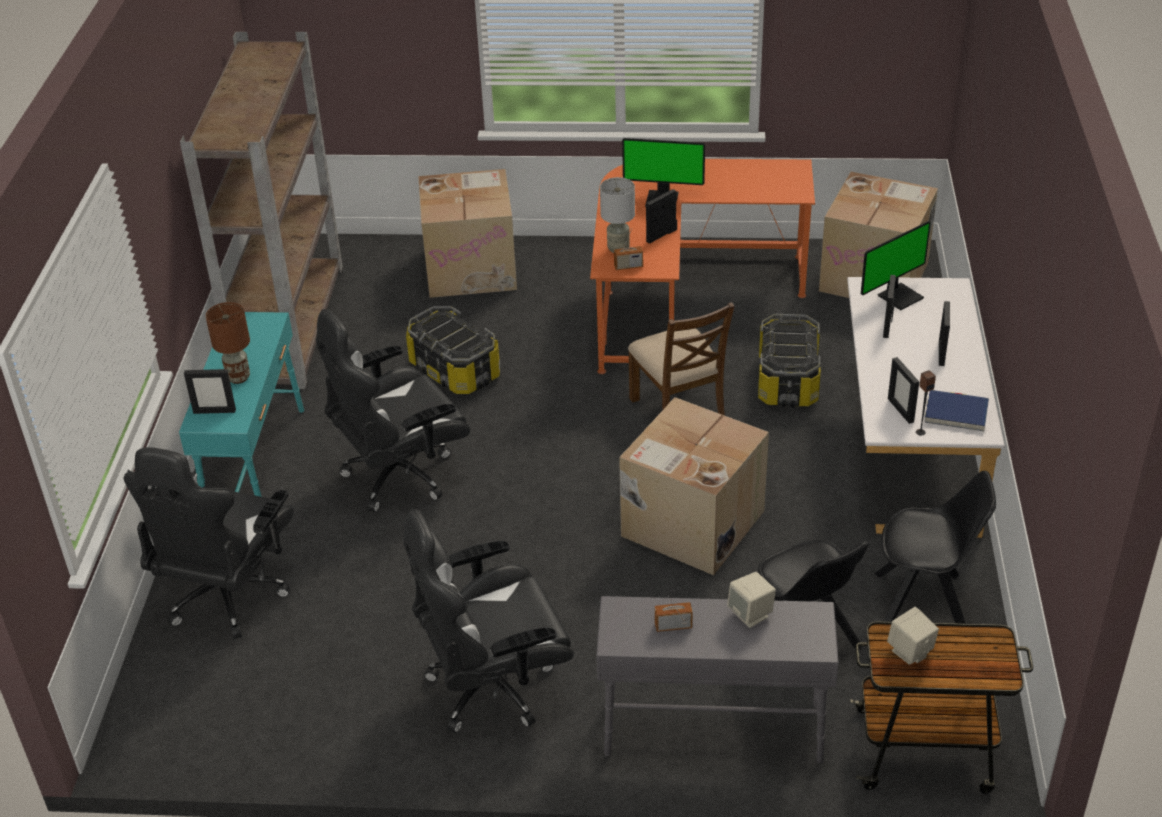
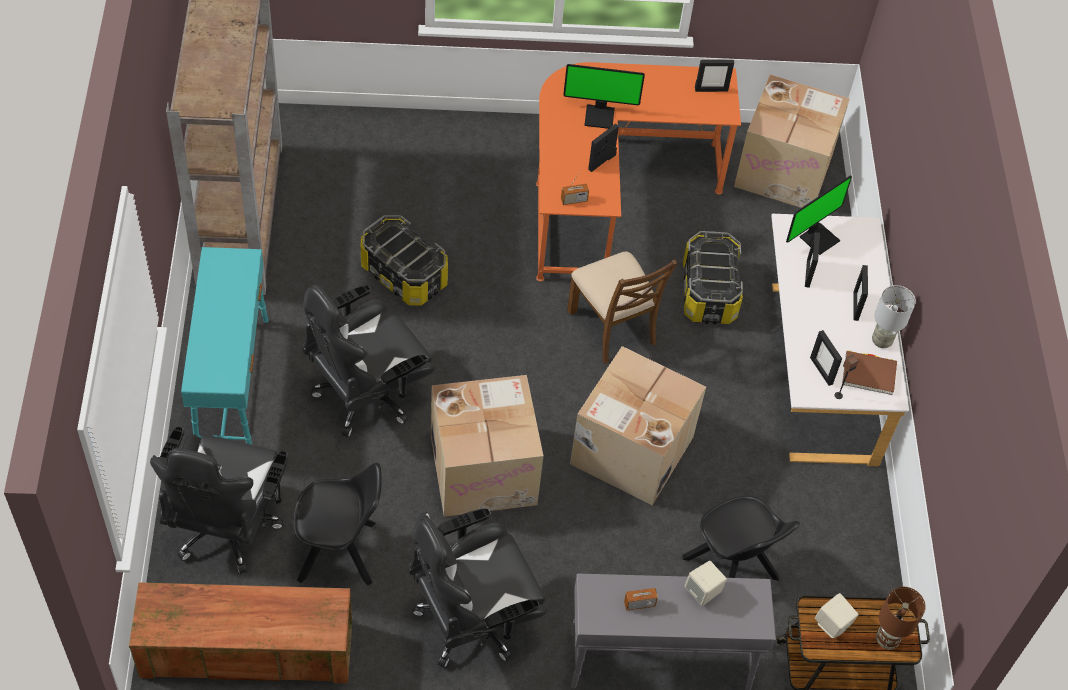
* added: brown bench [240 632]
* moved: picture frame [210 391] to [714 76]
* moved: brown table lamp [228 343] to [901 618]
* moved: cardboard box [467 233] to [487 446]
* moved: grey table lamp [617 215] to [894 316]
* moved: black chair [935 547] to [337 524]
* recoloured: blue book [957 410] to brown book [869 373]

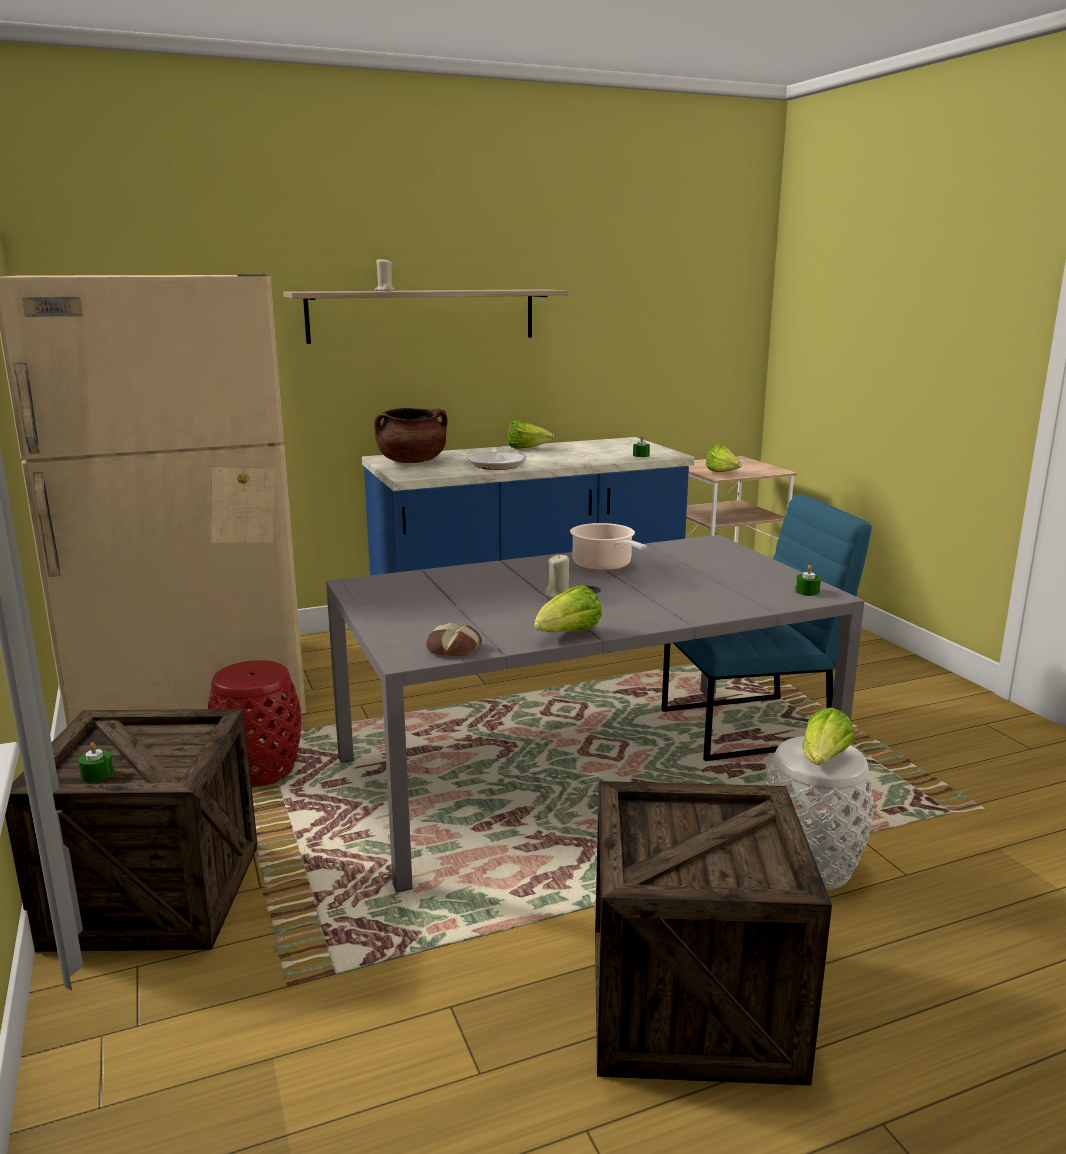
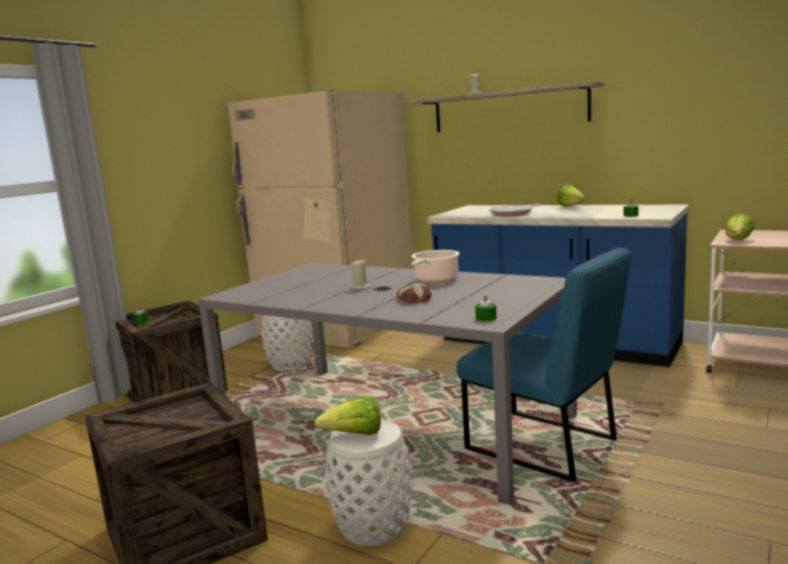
* removed: brown cooking pot [410 435]
* removed: lettuce [568 608]
* moved: bread [454 639] to [413 293]
* recoloured: red stool [254 723] to white stool [287 343]

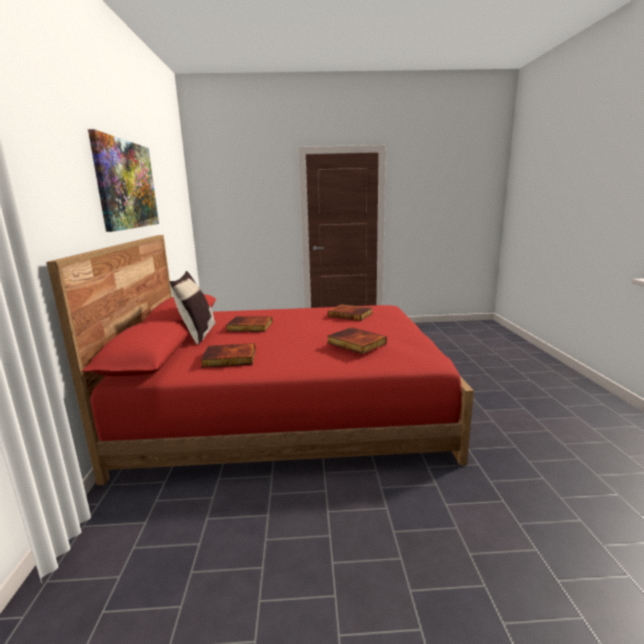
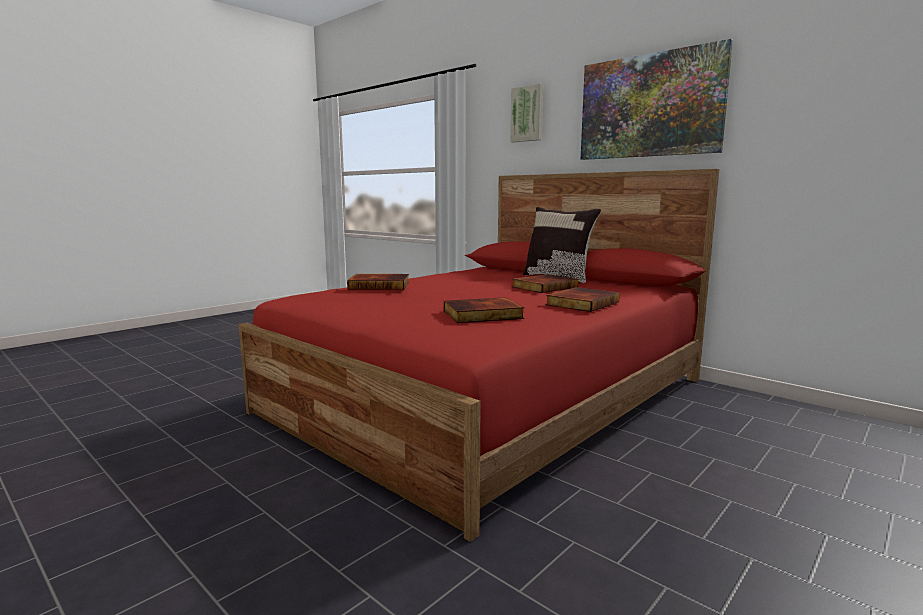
* added: picture [526 113]
* moved: book [228 355] to [583 299]

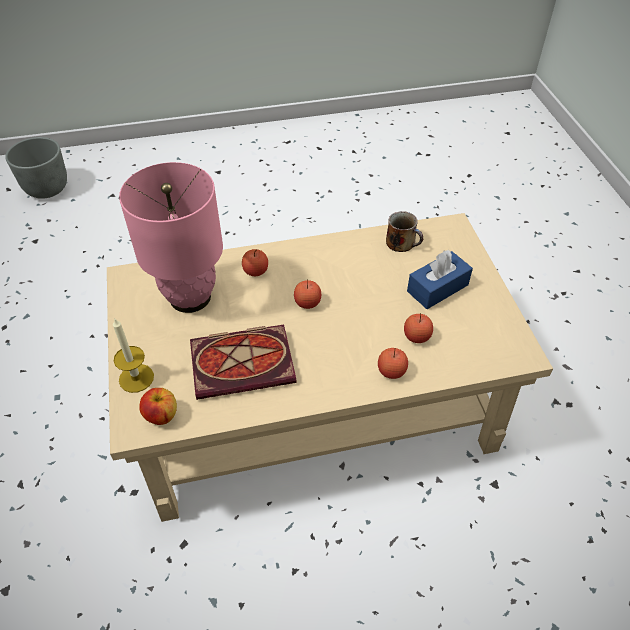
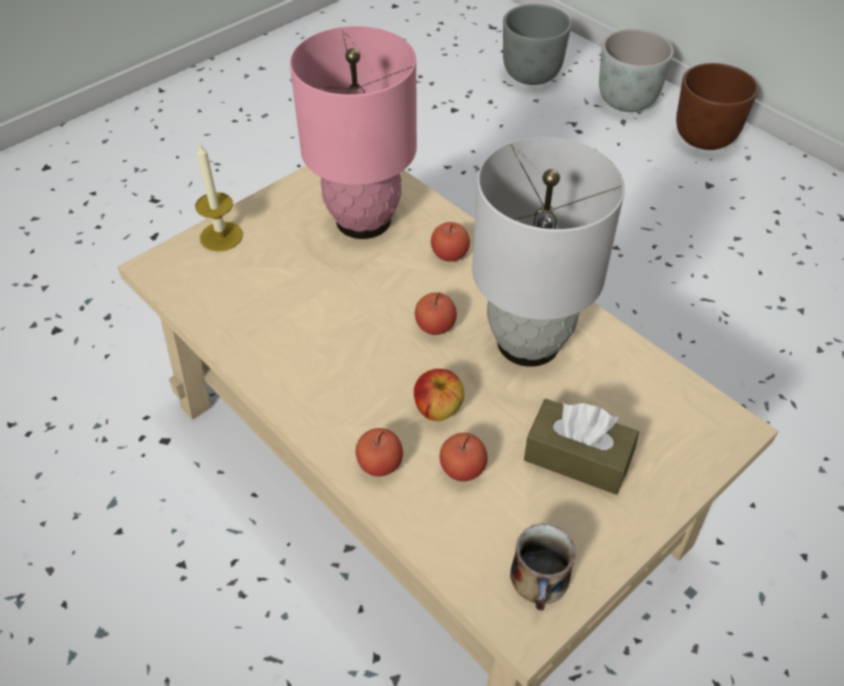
* removed: book [243 362]
* added: white table lamp [548 252]
* added: grey planter [636 70]
* added: brown planter [717 106]
* moved: apple [158 406] to [439 395]
* moved: mug [404 231] to [543 567]
* recoloured: blue tissue box [440 279] to brown tissue box [581 447]

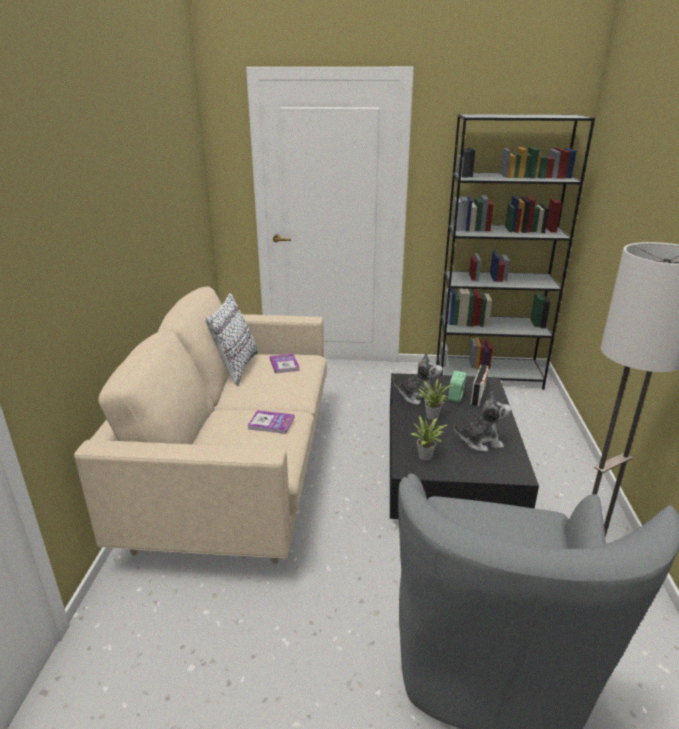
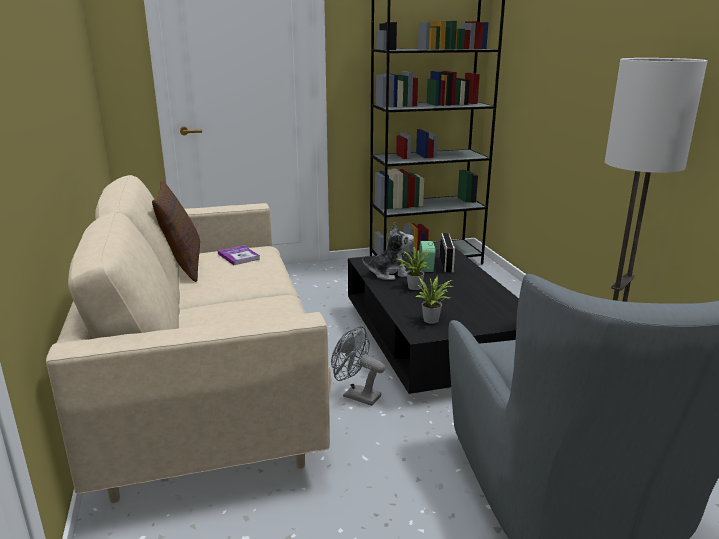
* removed: book [270 422]
* removed: plush toy [482 422]
* added: grey fan [358 366]
* recoloured: white pillow [231 339] to brown pillow [176 231]

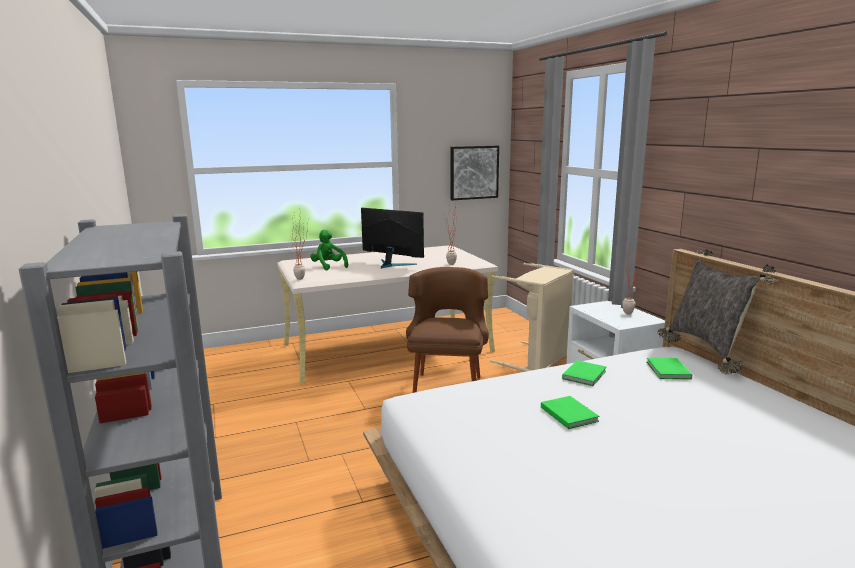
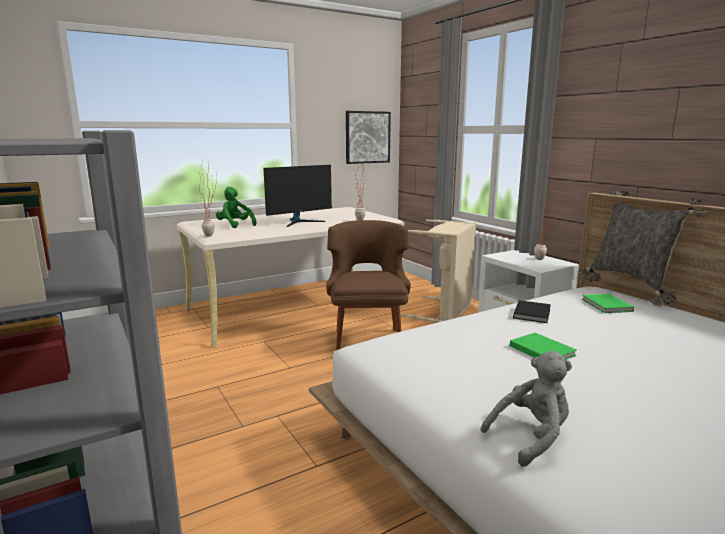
* added: grey plush toy [526 409]
* recoloured: green book [584 373] to black book [532 311]
* turned: monitor [392 238] = [297 196] 120 degrees clockwise

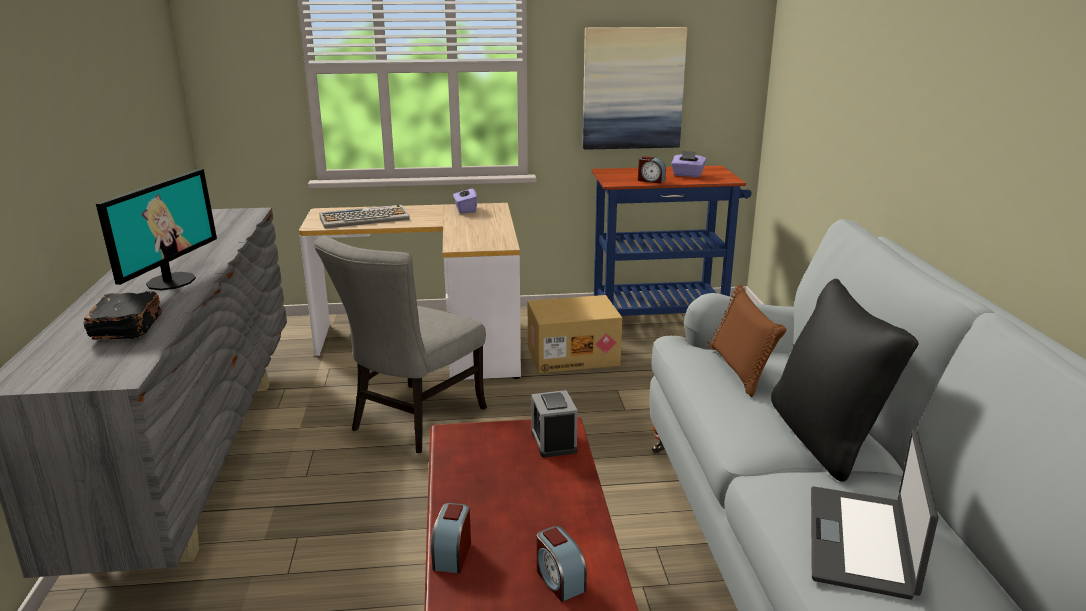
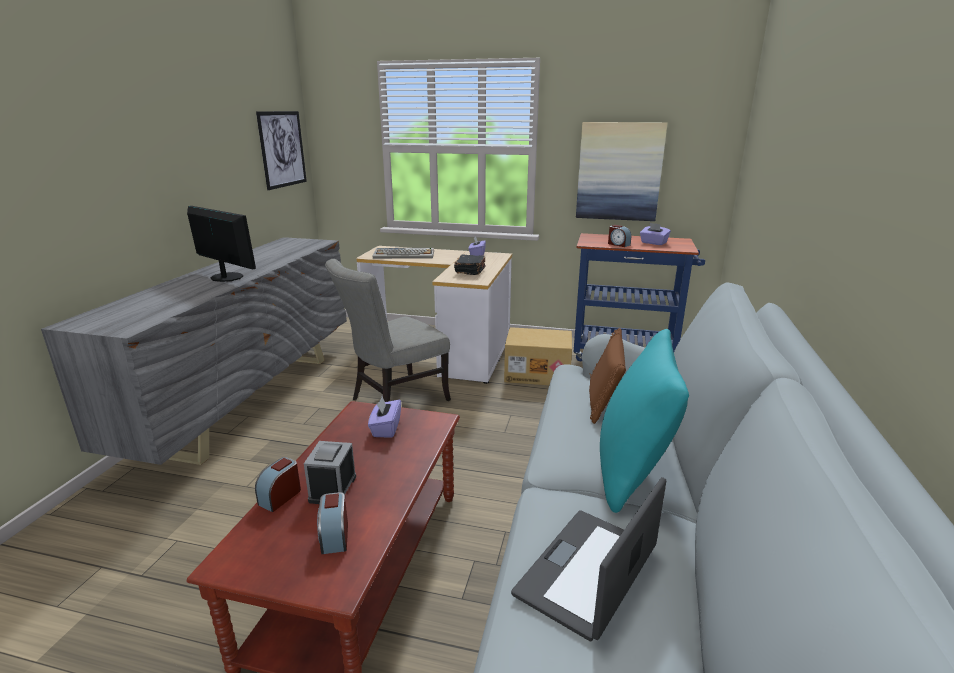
* added: picture [281 150]
* added: purple tissue box [384 417]
* moved: black book [122 315] to [470 264]
* moved: alarm clock [554 423] to [330 472]
* recoloured: black pillow [845 380] to turquoise pillow [644 421]
* turned: monitor [156 229] = [221 244] 90 degrees counterclockwise

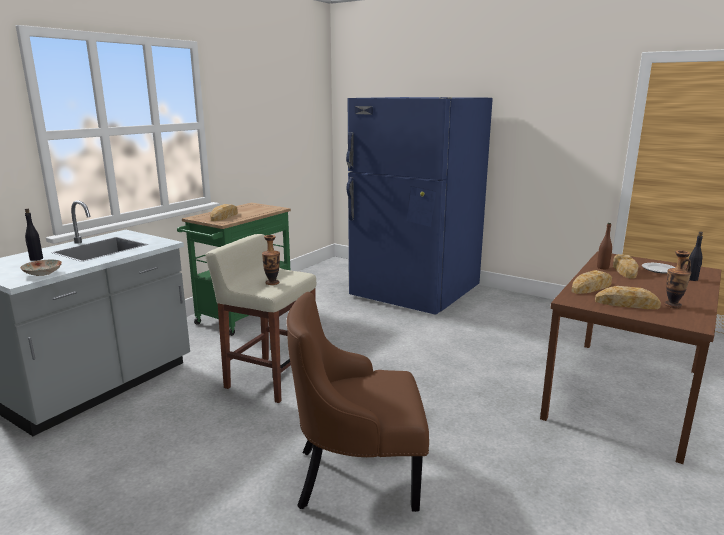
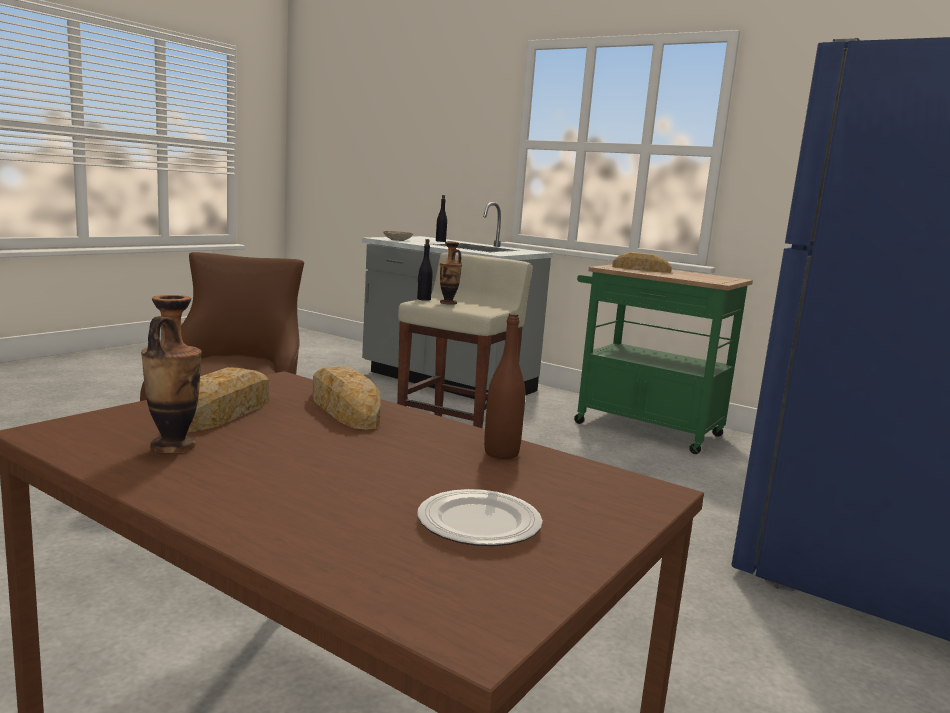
* removed: bread [626 266]
* moved: black bottle [695 256] to [425 270]

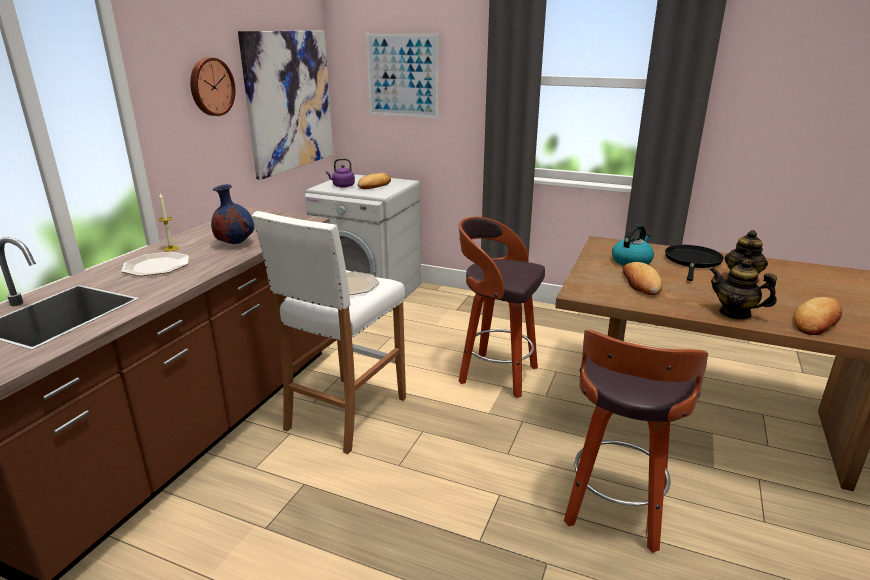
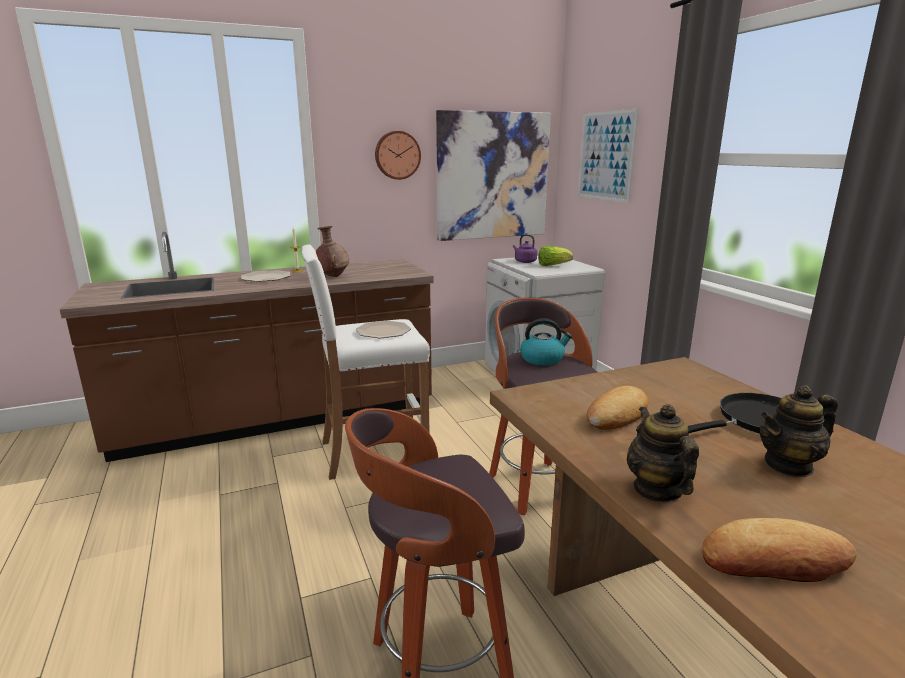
* moved: kettle [633 245] to [546 342]
* replaced: bread [374 181] to lettuce [555 256]
* recoloured: blue vase [232 214] to brown vase [332 251]

